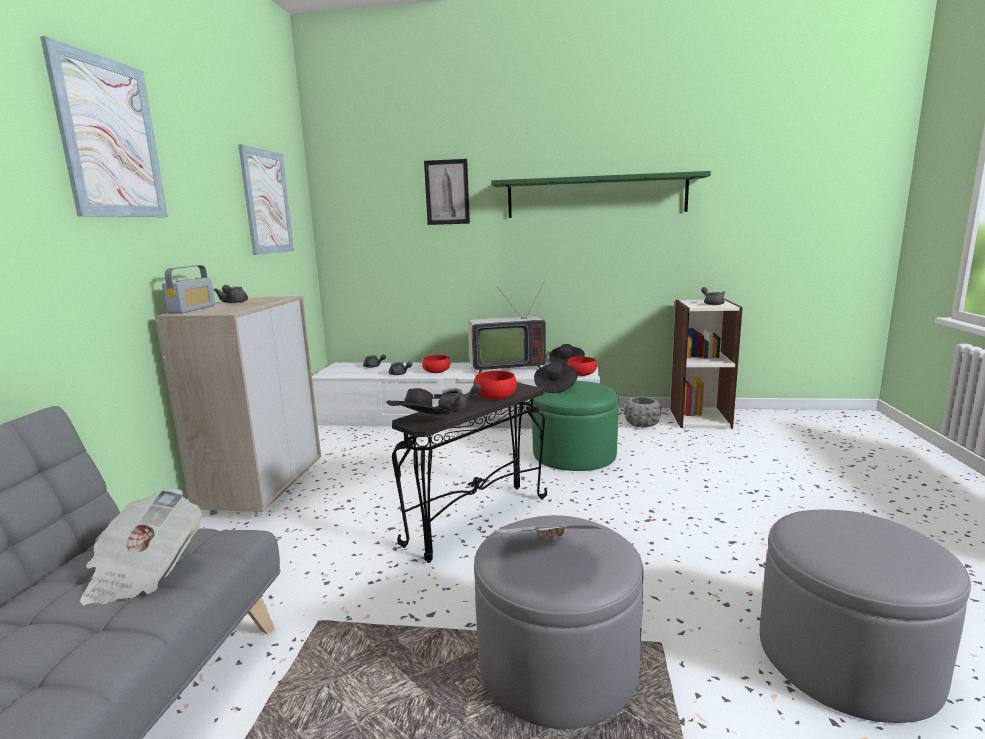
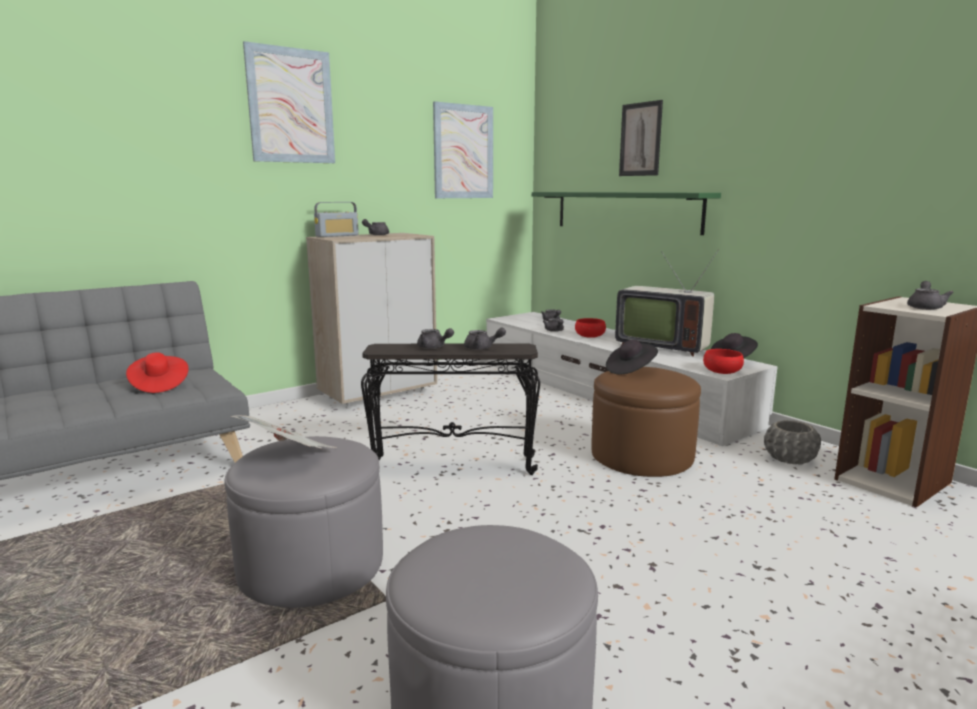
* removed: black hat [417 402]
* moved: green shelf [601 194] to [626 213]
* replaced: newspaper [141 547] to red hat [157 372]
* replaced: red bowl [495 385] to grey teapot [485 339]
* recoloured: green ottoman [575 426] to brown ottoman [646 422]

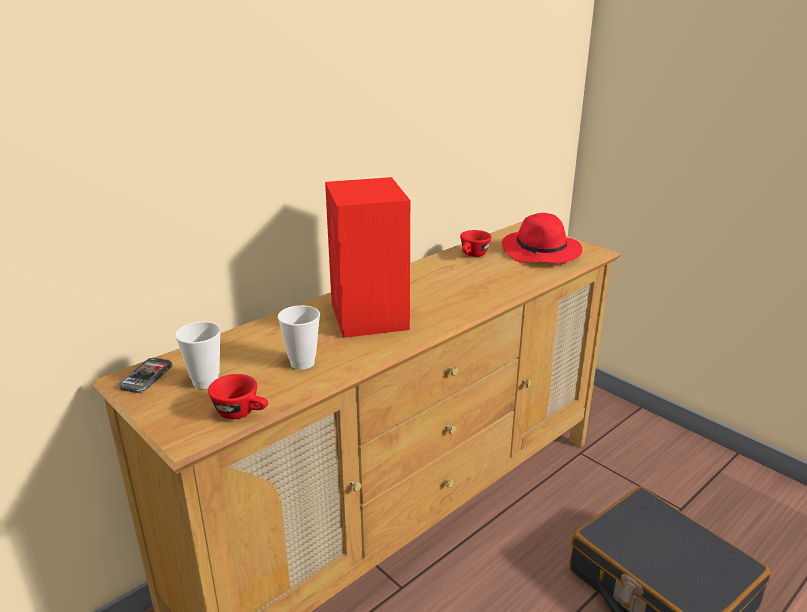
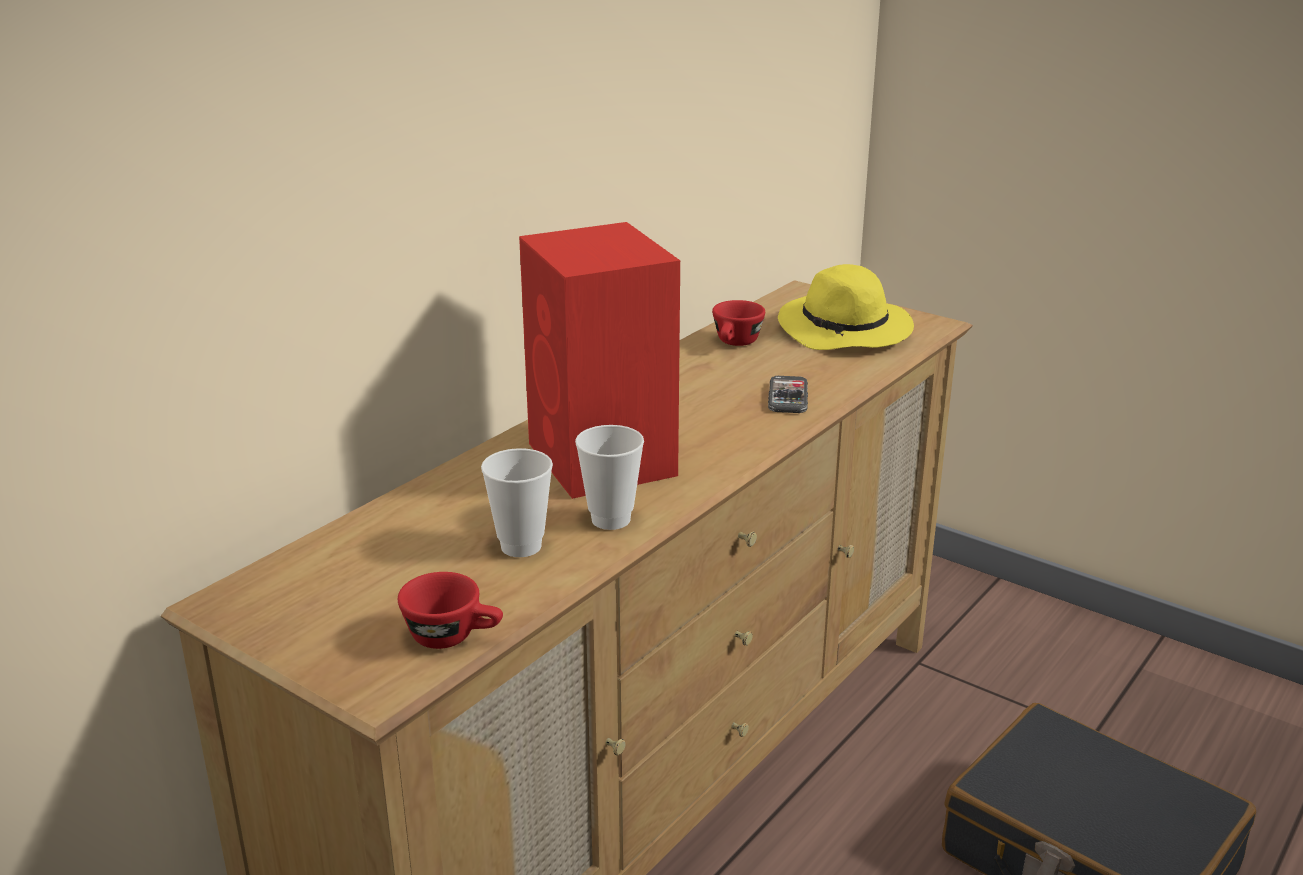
* moved: phone [145 375] to [788 394]
* moved: cup [198 355] to [609 477]
* recoloured: red hat [542 238] to yellow hat [846 307]

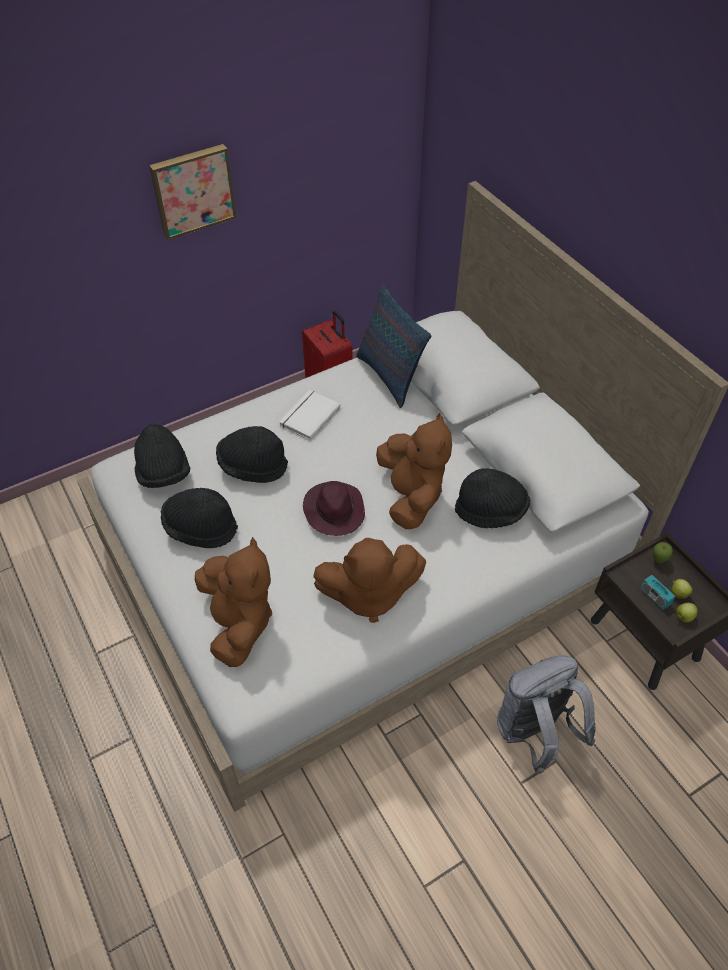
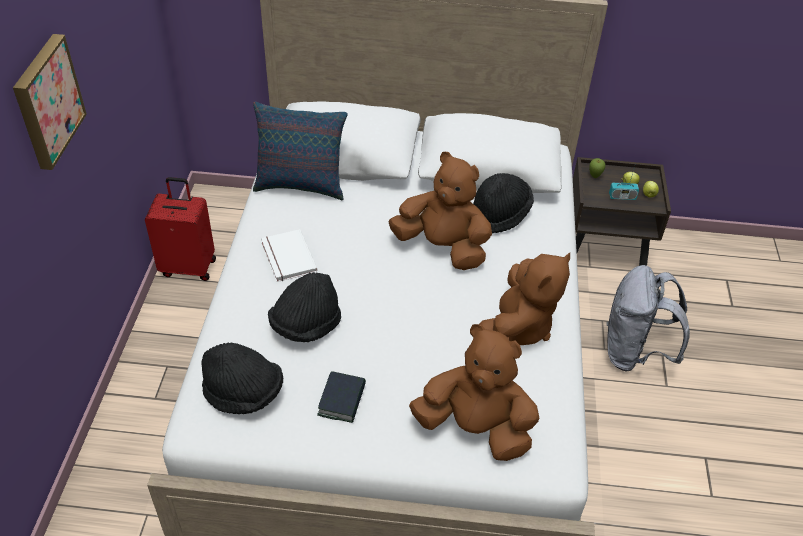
* removed: purple hat [334 508]
* replaced: black hat [199 518] to book [341 397]

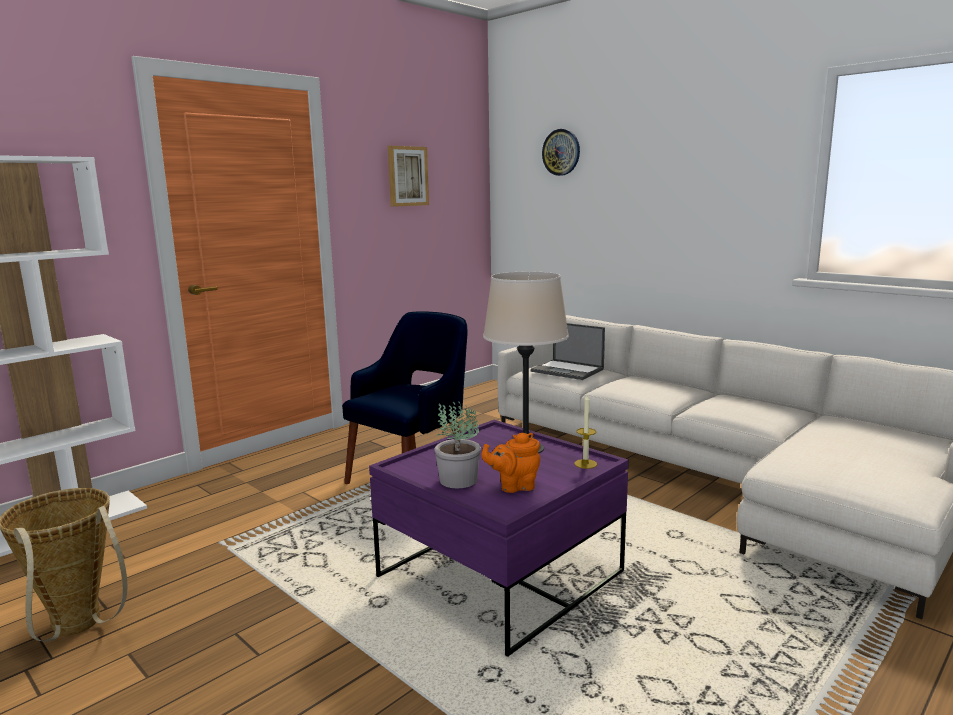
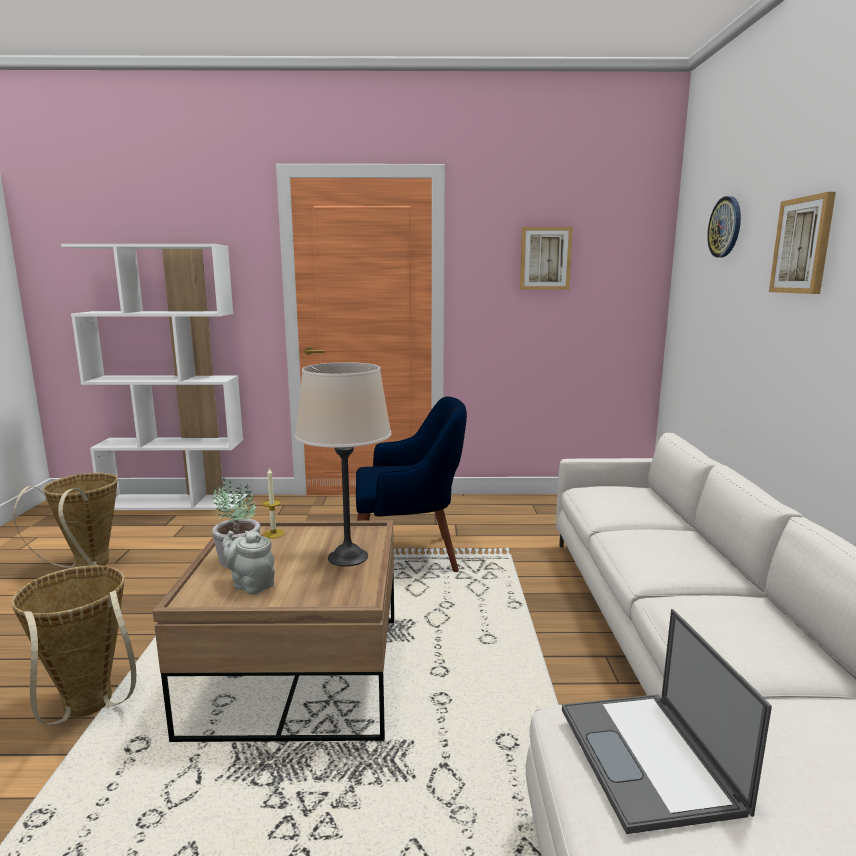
* added: basket [73 645]
* added: picture [802 243]
* moved: laptop [568 351] to [667 721]
* moved: candle [585 432] to [273 503]
* recoloured: purple coffee table [499 538] to brown coffee table [273 631]
* recoloured: orange teapot [511 463] to grey teapot [248 562]

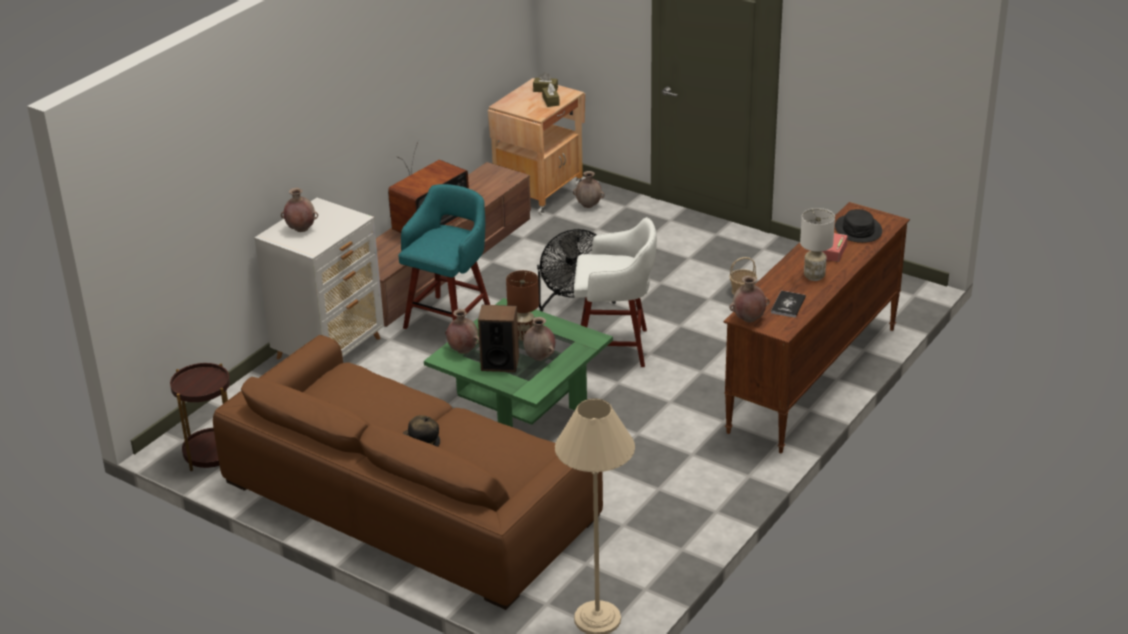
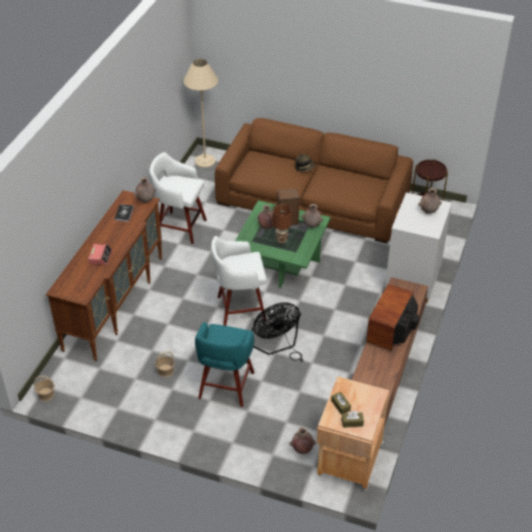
* removed: white table lamp [817 244]
* removed: black hat [858 226]
* added: basket [44 388]
* added: white stool [178 198]
* moved: turquoise stool [444 256] to [224 364]

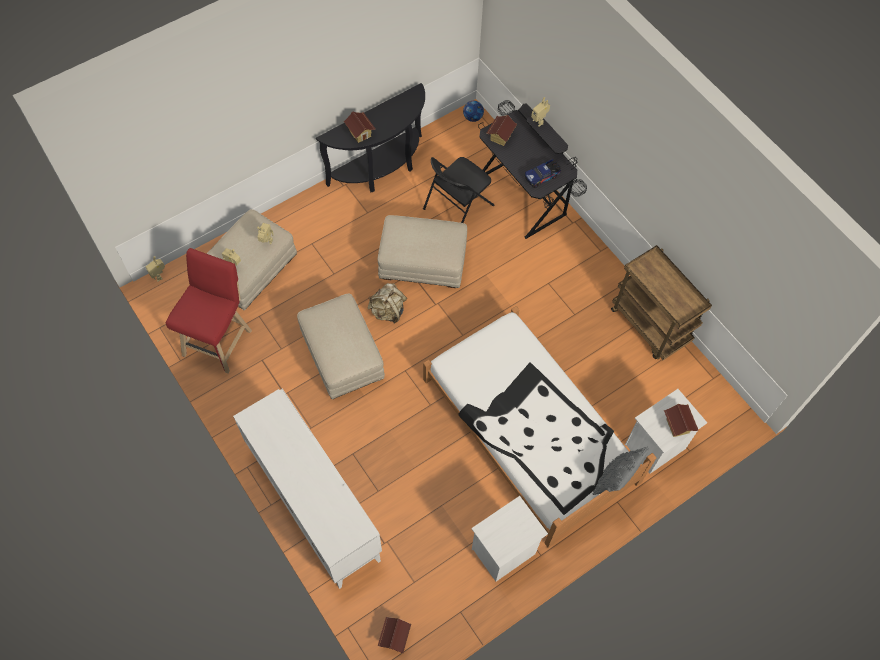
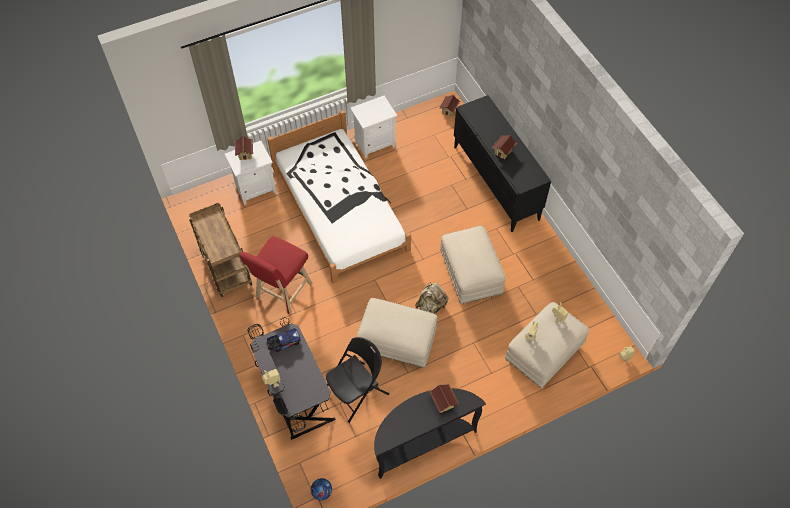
* removed: grey pillow [621 470]
* moved: red stool [209 311] to [276 275]
* moved: toy house [502 130] to [504 147]
* recoloured: white dresser [307 488] to black dresser [502 163]

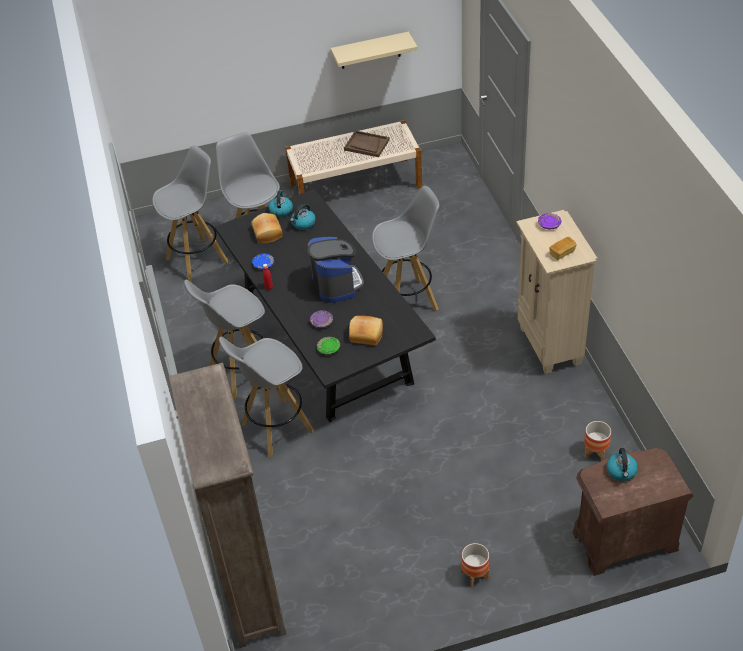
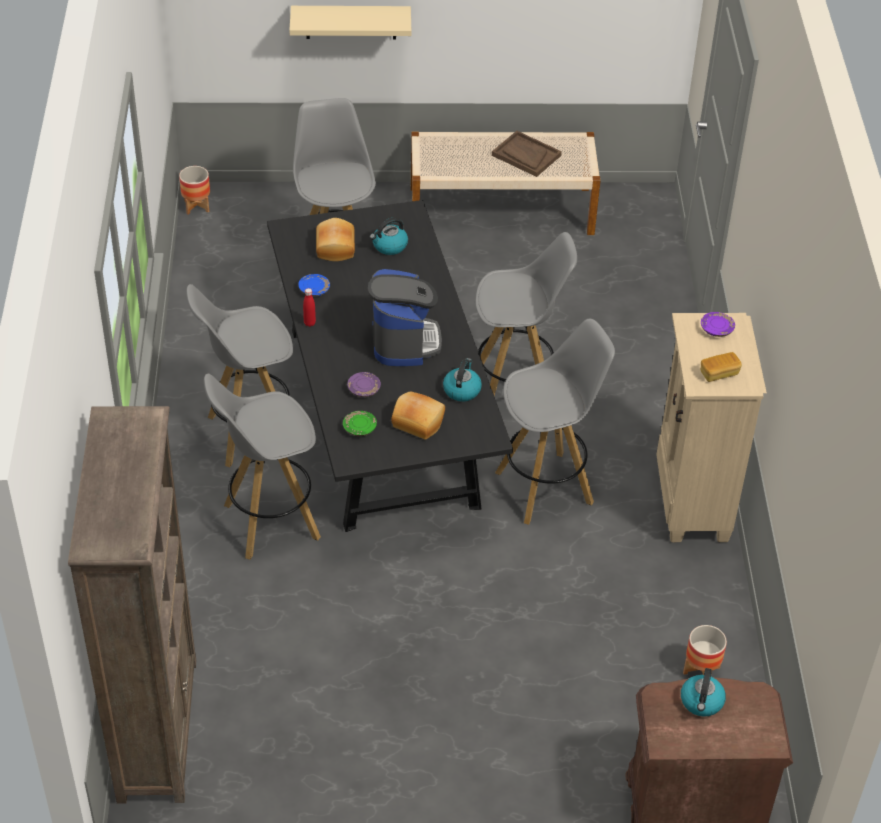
* moved: grey stool [190 214] to [555 422]
* moved: kettle [281 203] to [462 380]
* moved: beige shelf [374 50] to [350 22]
* moved: planter [475 565] to [194 190]

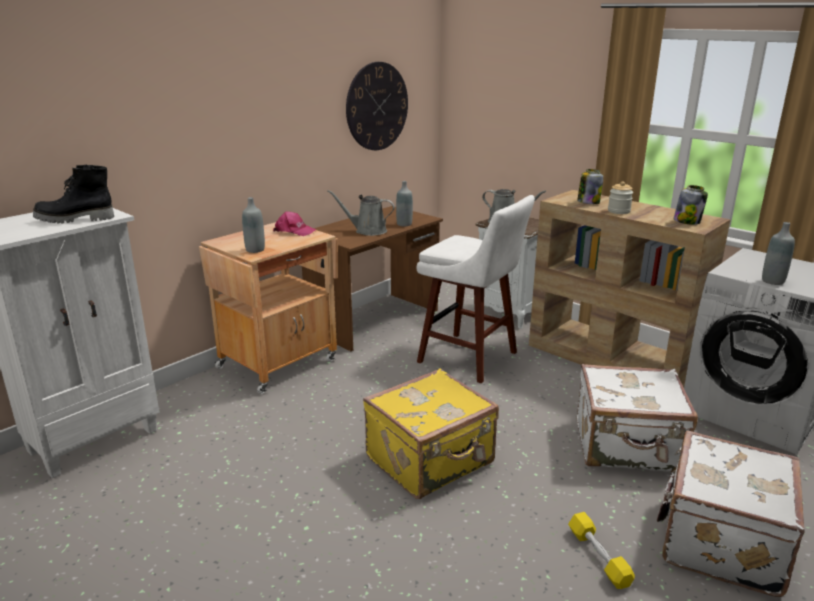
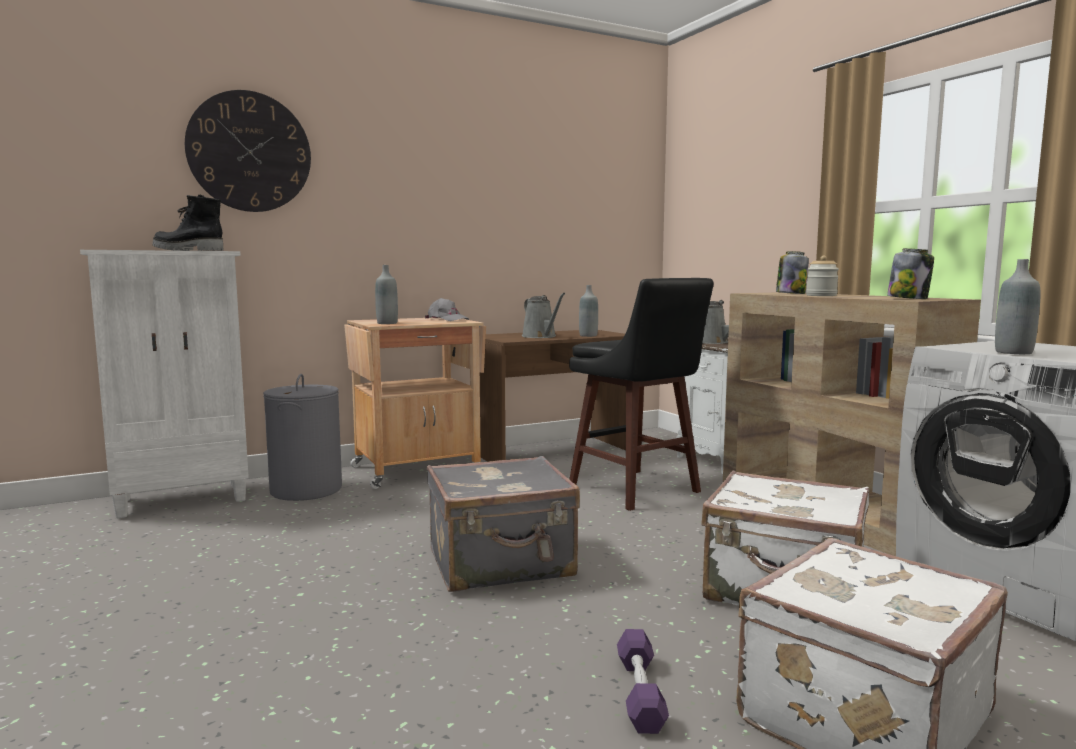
* added: grey laundry basket [302 437]
* moved: wall clock [377 106] to [248 151]
* recoloured: pink cap [294 223] to grey cap [447 309]
* recoloured: yellow suitcase [431 433] to grey suitcase [503 524]
* recoloured: white stool [475 289] to black stool [641 394]
* recoloured: yellow dumbbell [601 550] to purple dumbbell [643 681]
* turned: grey watering can [361 213] = [543 315] 150 degrees counterclockwise

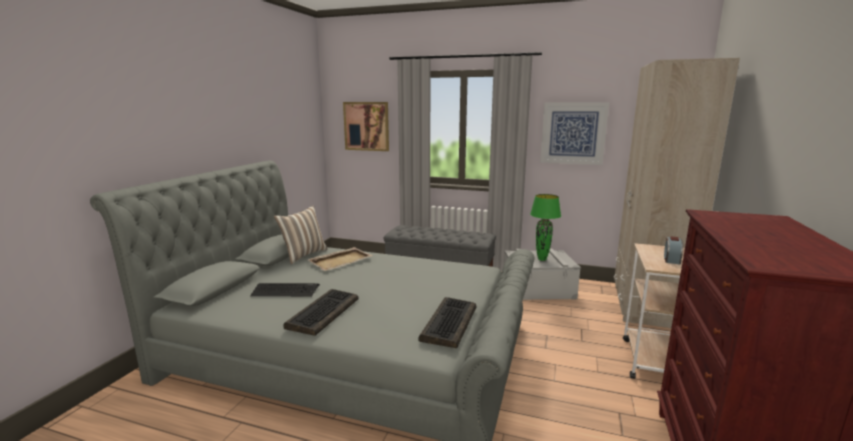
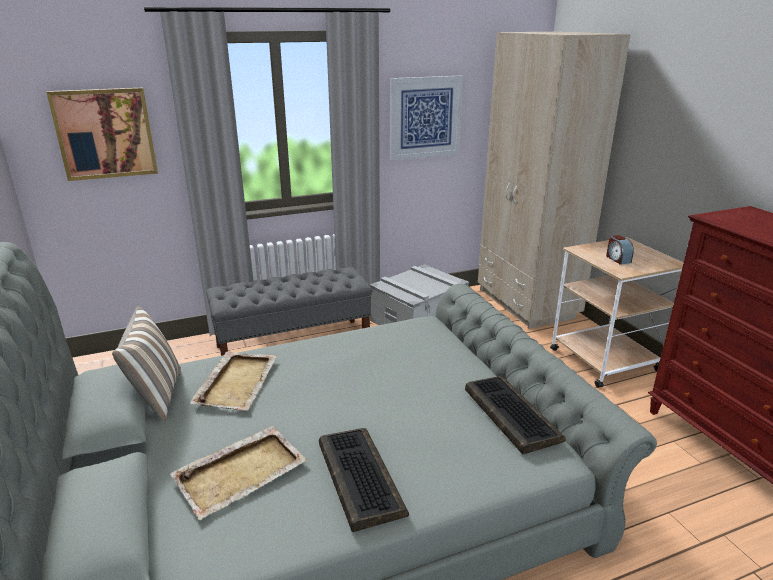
* removed: green table lamp [545 227]
* replaced: keyboard [285 290] to beige tray [238 473]

